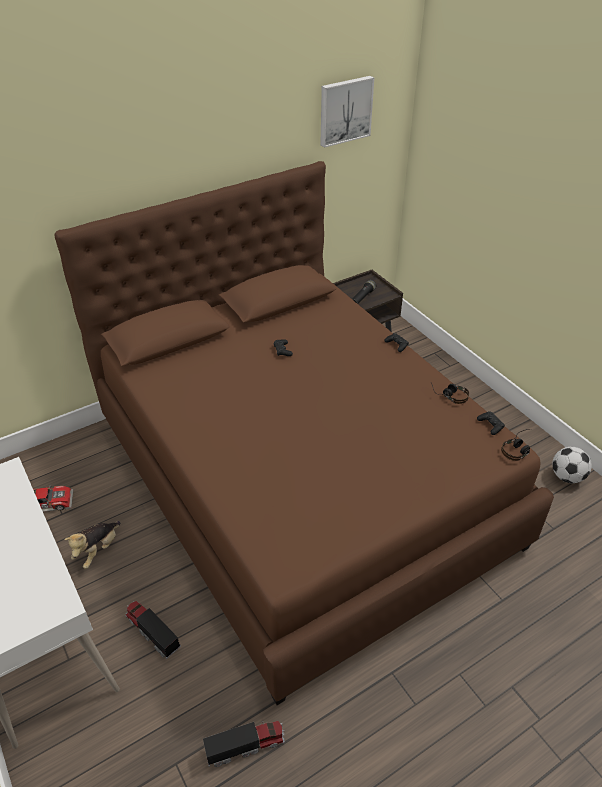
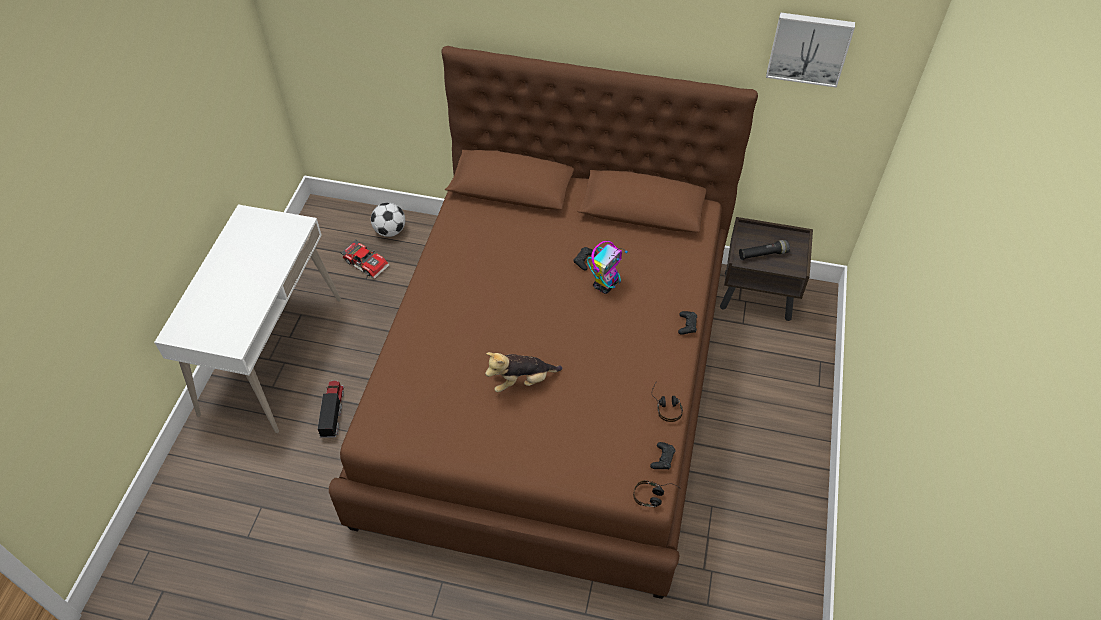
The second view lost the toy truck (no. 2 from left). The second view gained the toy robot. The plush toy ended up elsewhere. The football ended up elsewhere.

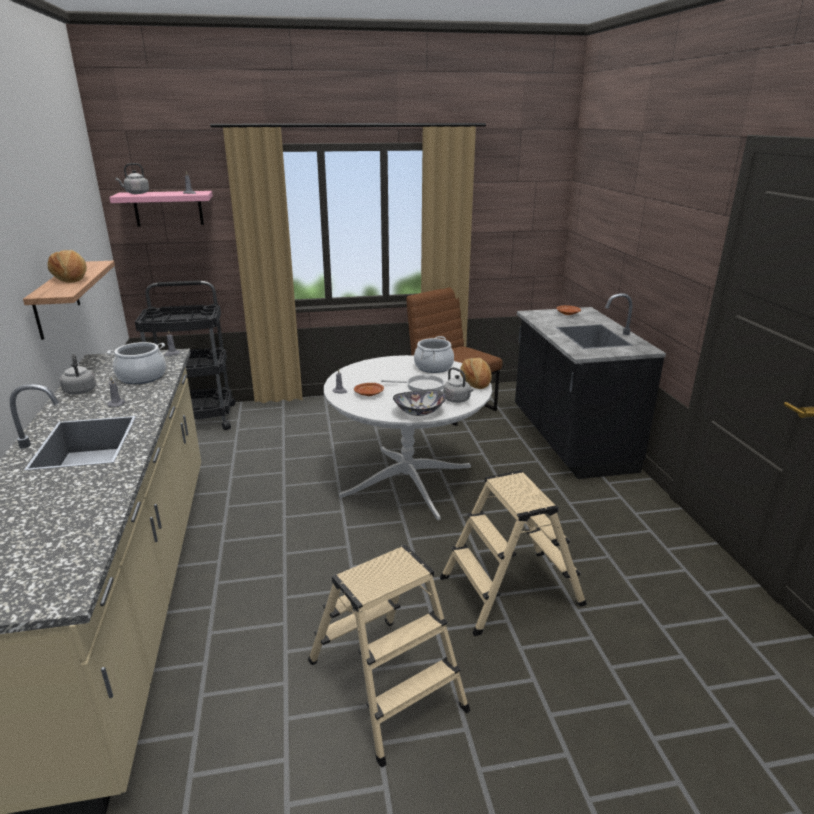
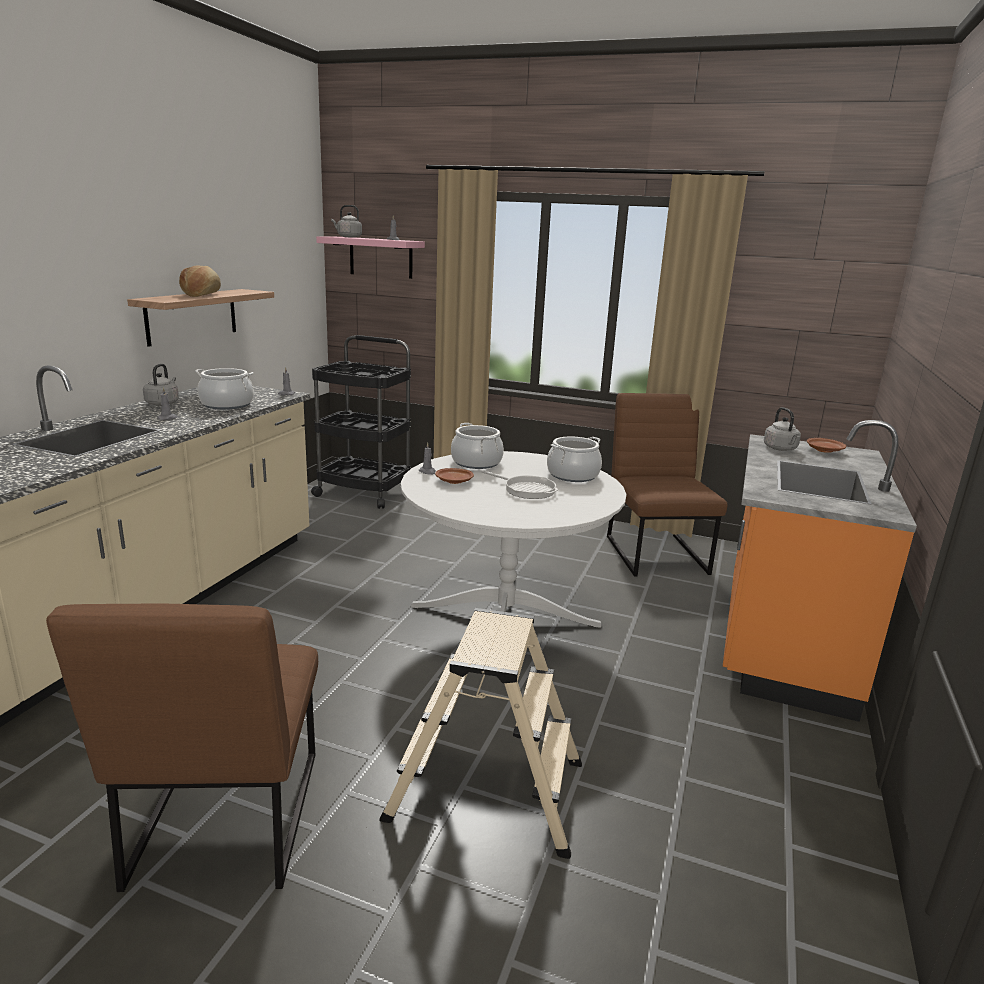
The second view lost the bowl. The second view lost the bread (no. 2 from left). The second view gained the cooking pot (no. 2 from left). The grey kettle (no. 3 from left) ended up elsewhere. Where the beige step ladder (no. 1 from left) stood, the brown chair (no. 1 from left) came to stand. What was the black counter turned into the orange counter.

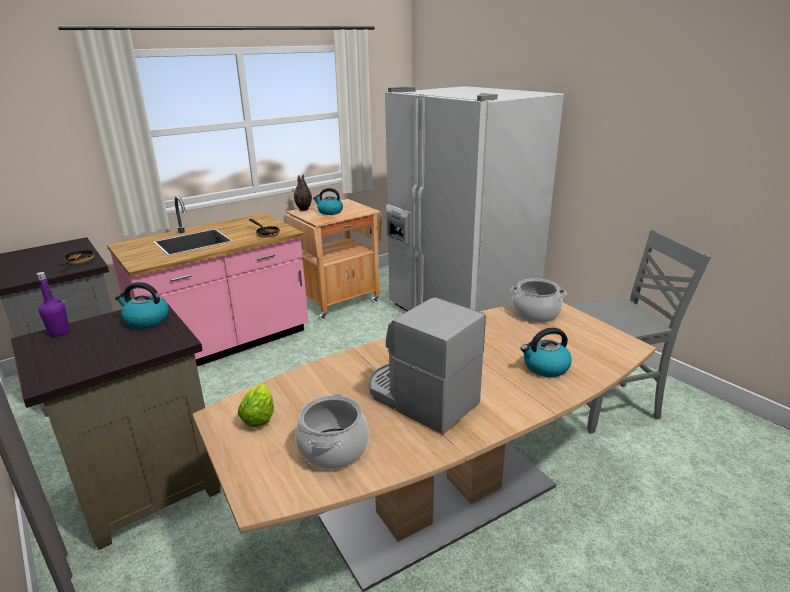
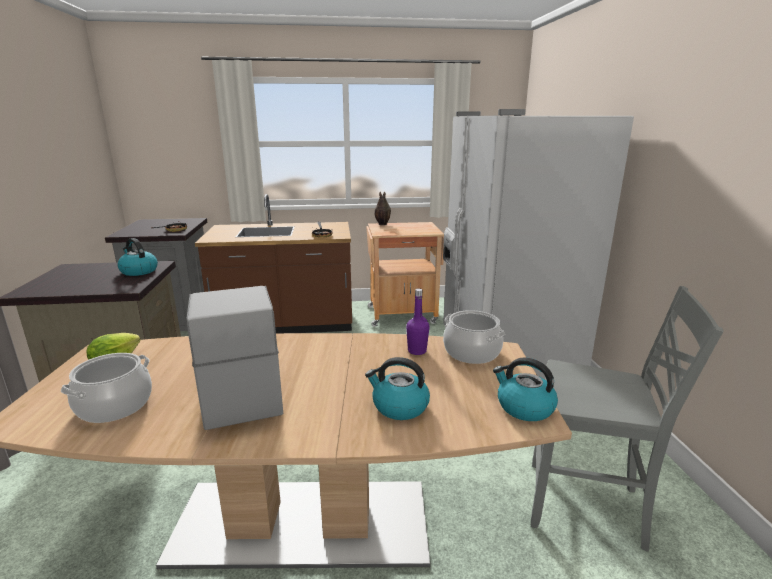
The purple bottle ended up elsewhere. The kettle (no. 2 from left in the first image) ended up elsewhere. What was the pink counter turned into the brown counter.

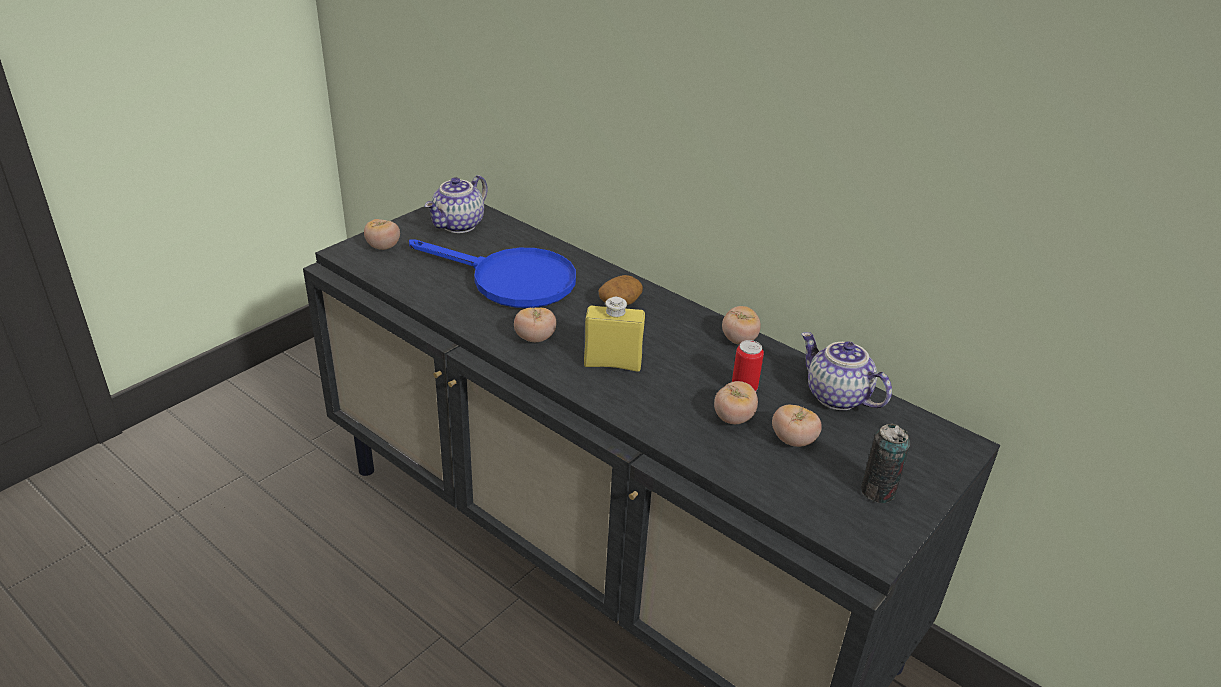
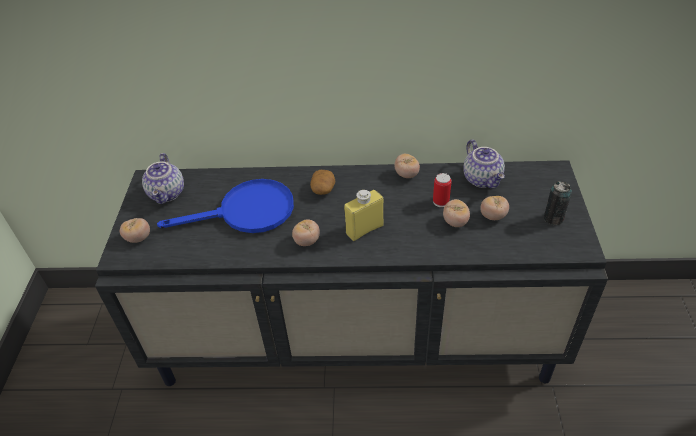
The teapot (no. 2 from left) ended up facing another way, 120 degrees counterclockwise from before.

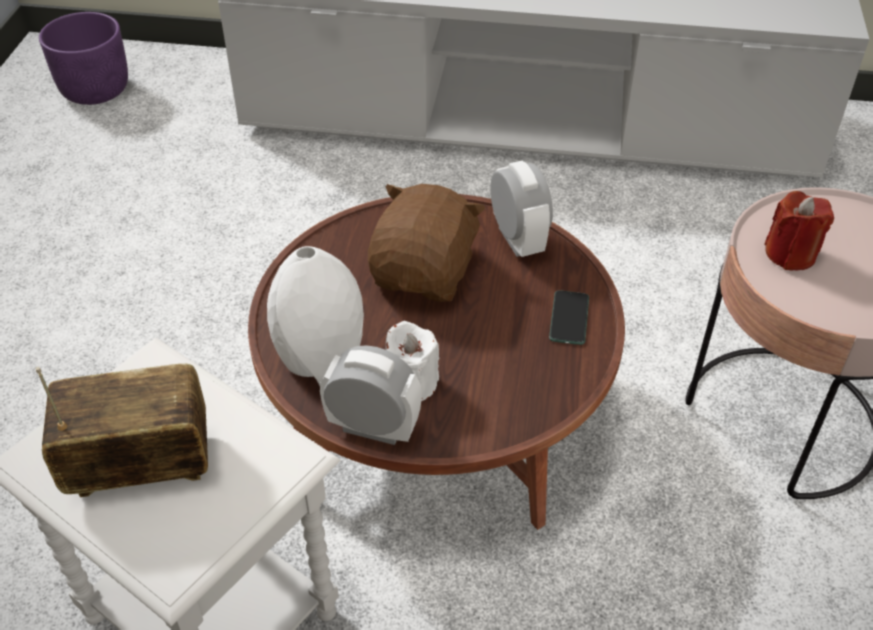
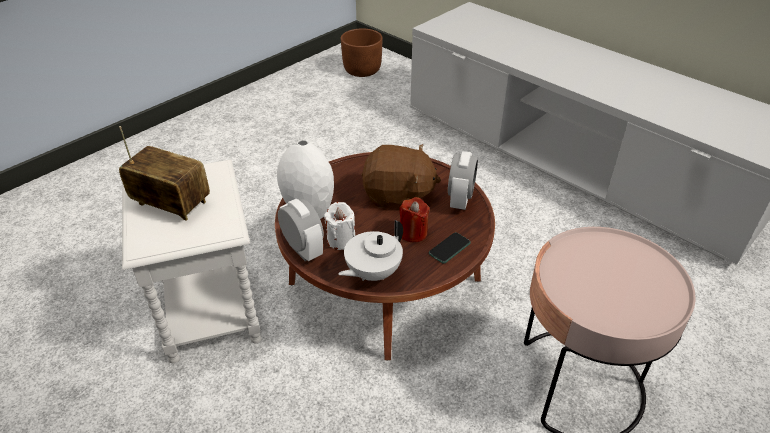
The second view gained the white teapot. The red candle ended up elsewhere. What was the purple planter turned into the brown planter. The brown plush toy ended up facing another way, 45 degrees clockwise from before.

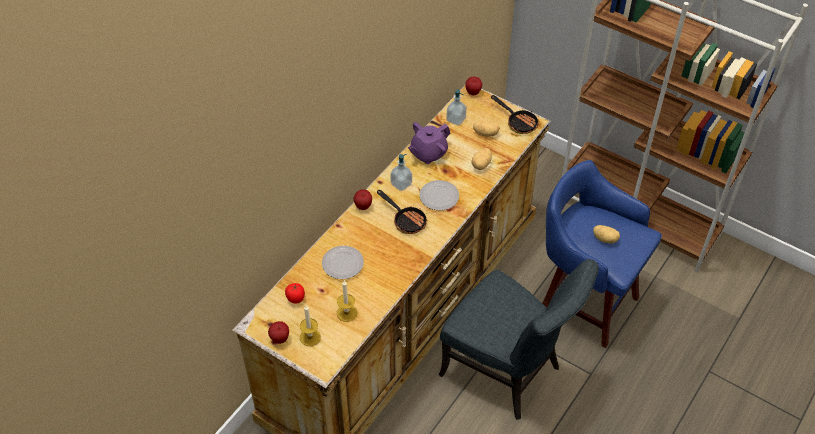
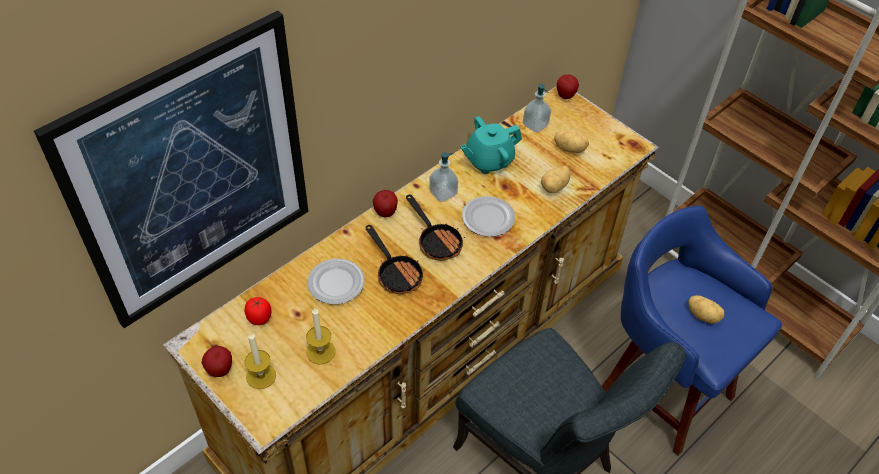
The second view gained the picture. The frying pan (no. 2 from left in the first image) ended up elsewhere. What was the purple teapot turned into the turquoise teapot.

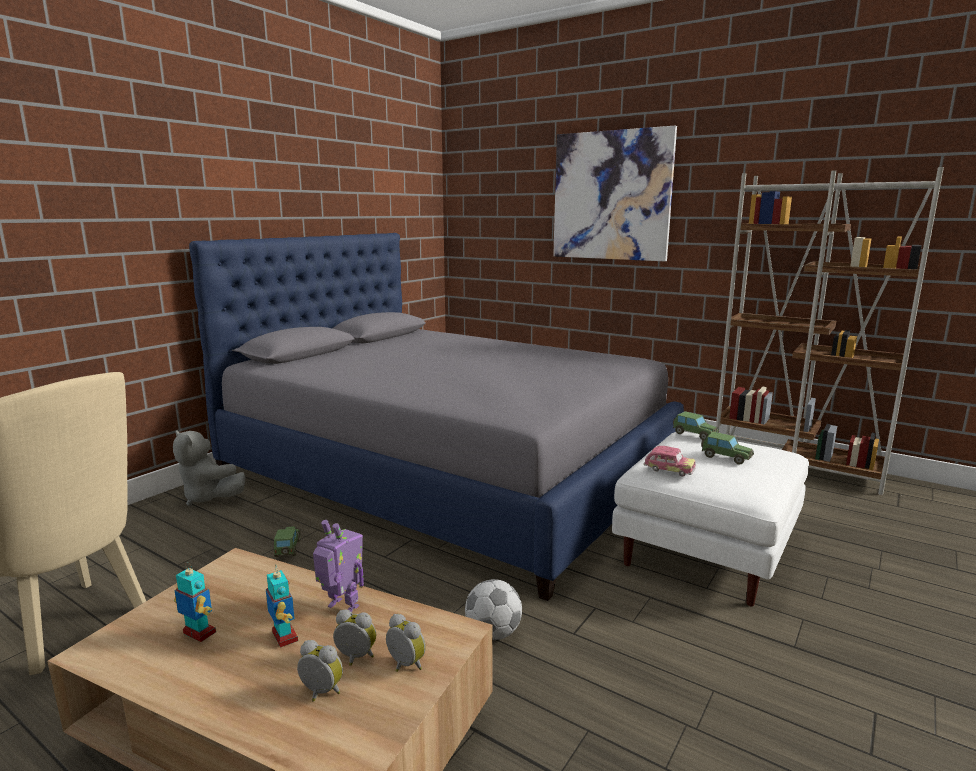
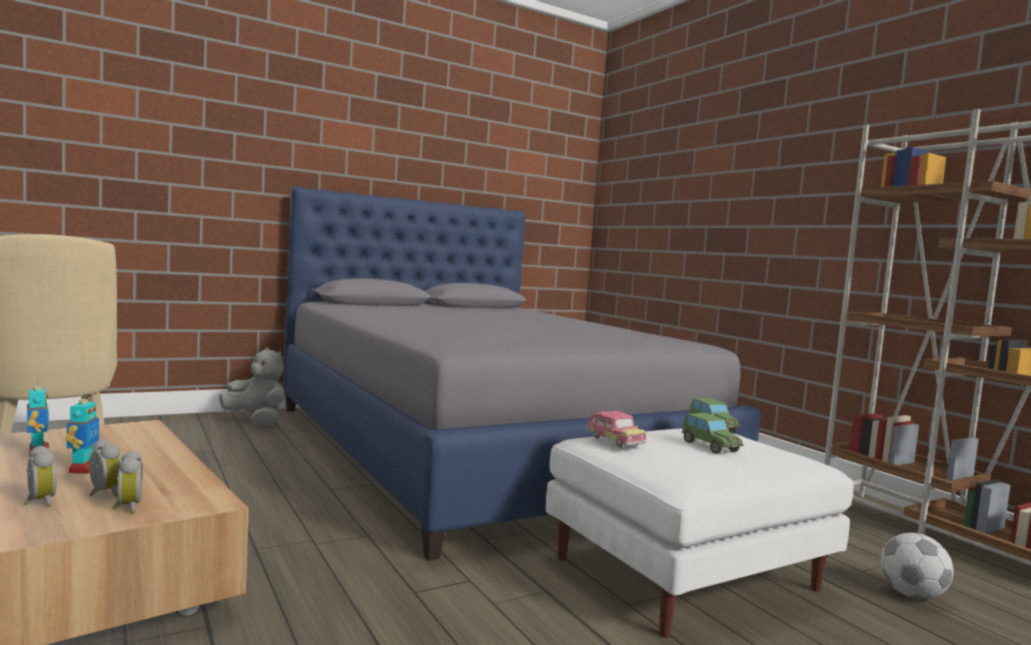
The second view lost the toy car (no. 1 from left). The second view lost the toy robot (no. 3 from left). The second view lost the picture. The football ended up elsewhere. The grey plush toy ended up facing another way, 150 degrees clockwise from before.

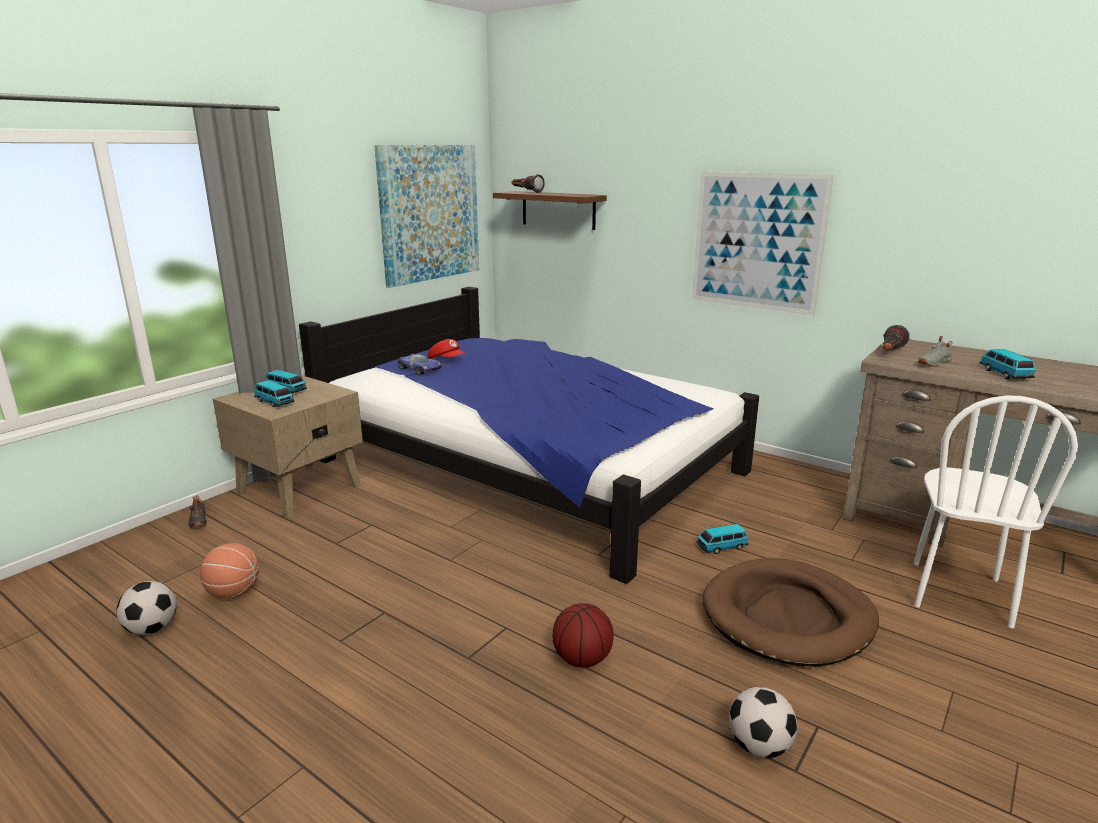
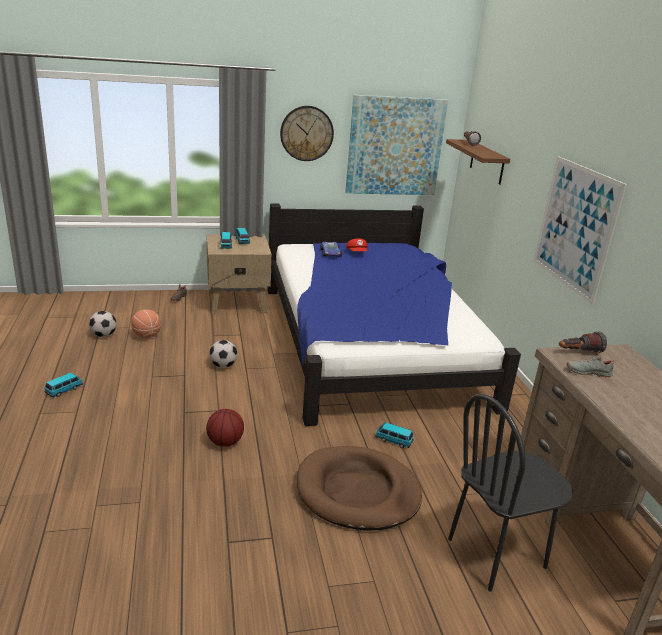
The second view gained the wall clock. The football (no. 2 from left) ended up elsewhere. The toy car (no. 5 from left in the first image) ended up elsewhere. What was the white chair turned into the black chair.

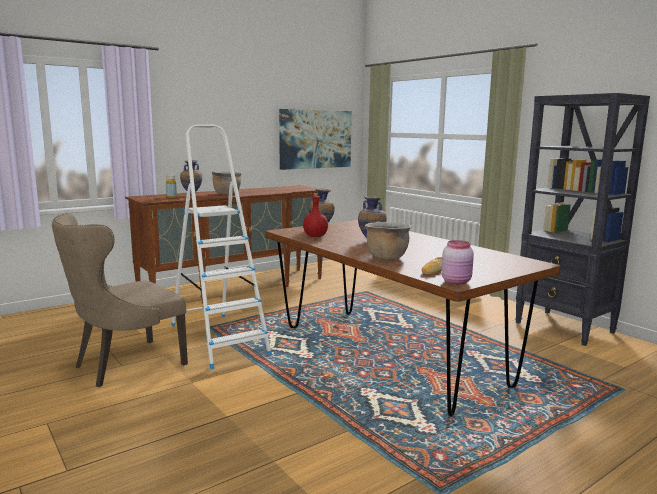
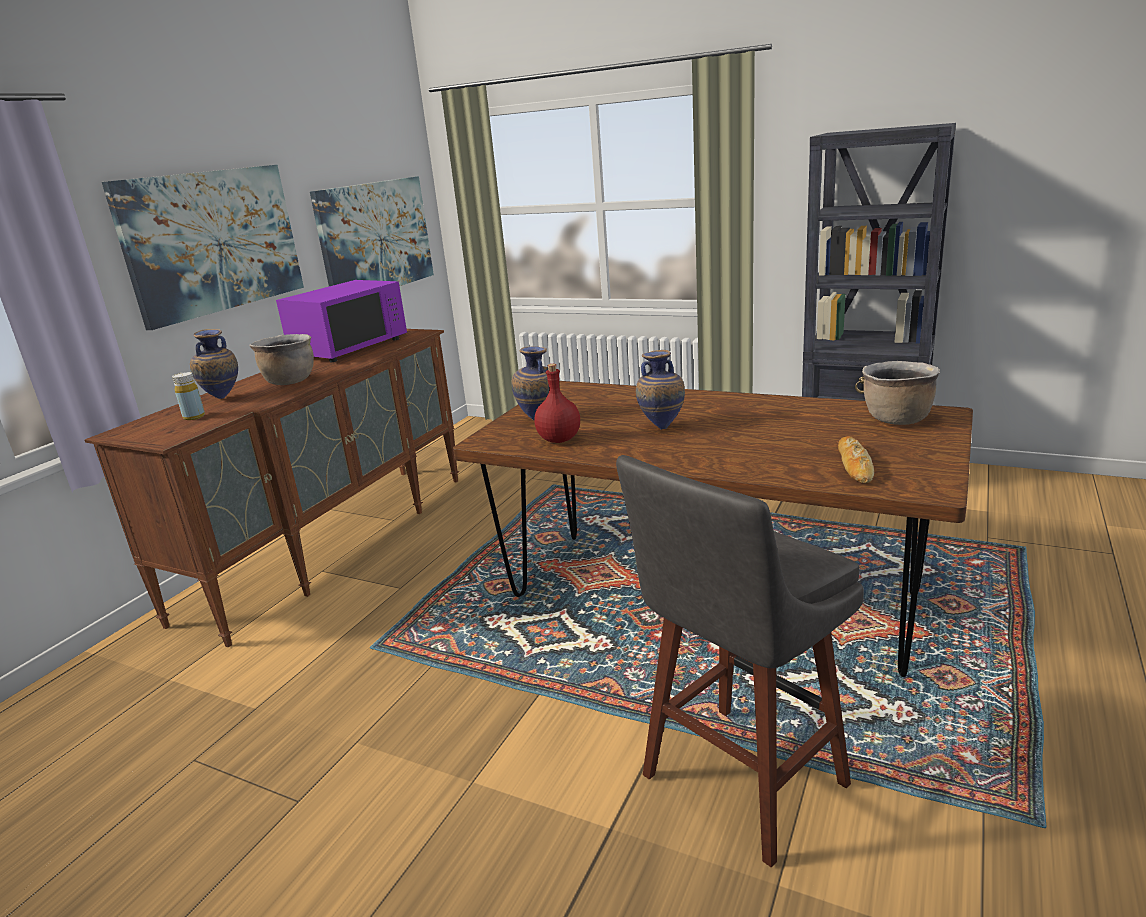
The second view lost the beige chair. The second view lost the white step ladder. The second view lost the pink jar. The second view gained the picture (no. 1 from left). The second view gained the purple microwave. The second view gained the grey stool. The brown cooking pot (no. 2 from left) ended up elsewhere.

